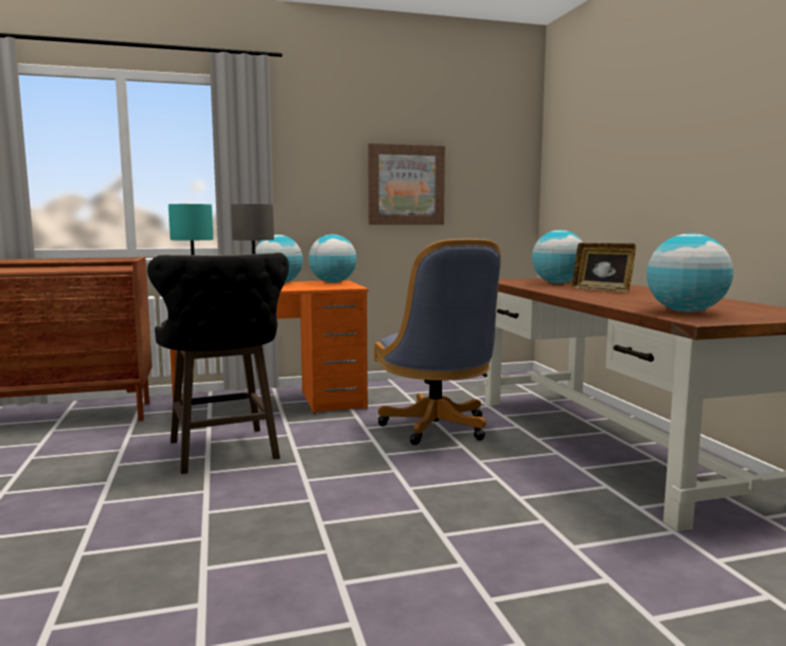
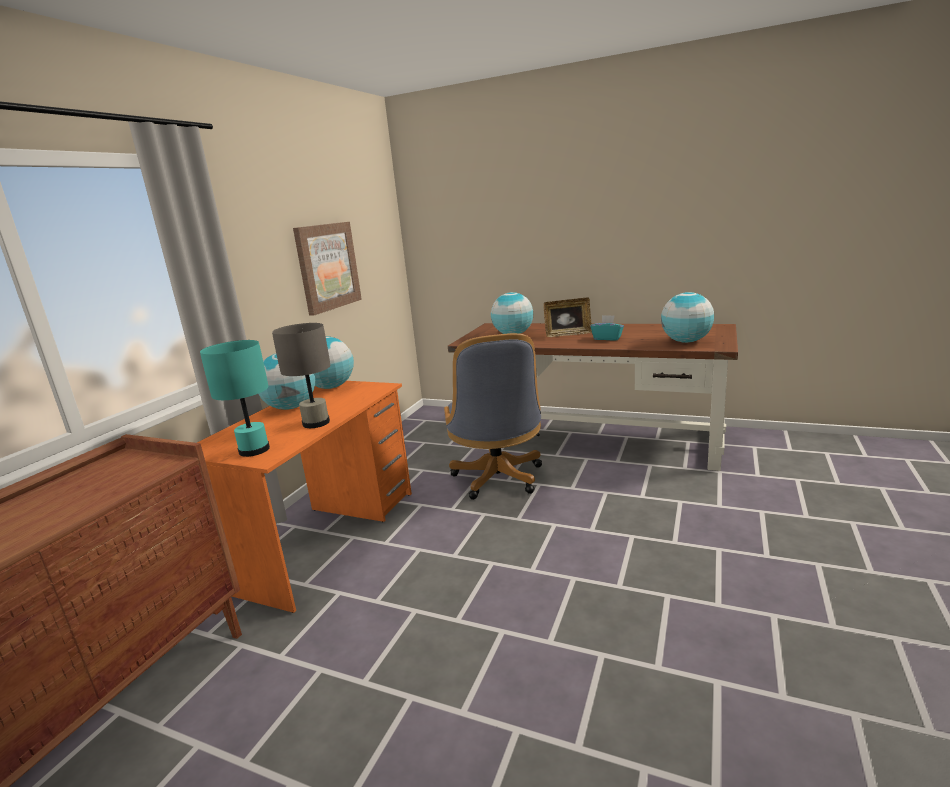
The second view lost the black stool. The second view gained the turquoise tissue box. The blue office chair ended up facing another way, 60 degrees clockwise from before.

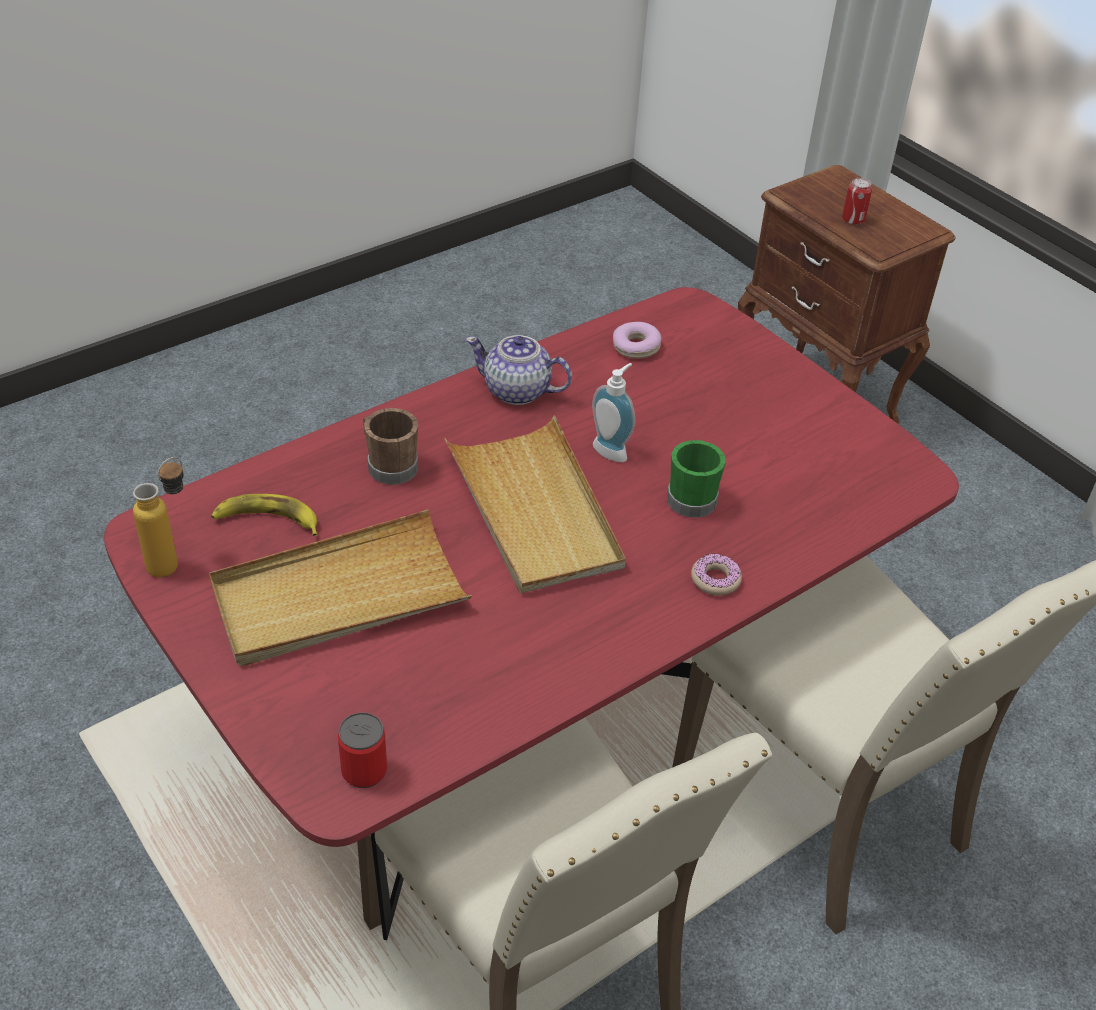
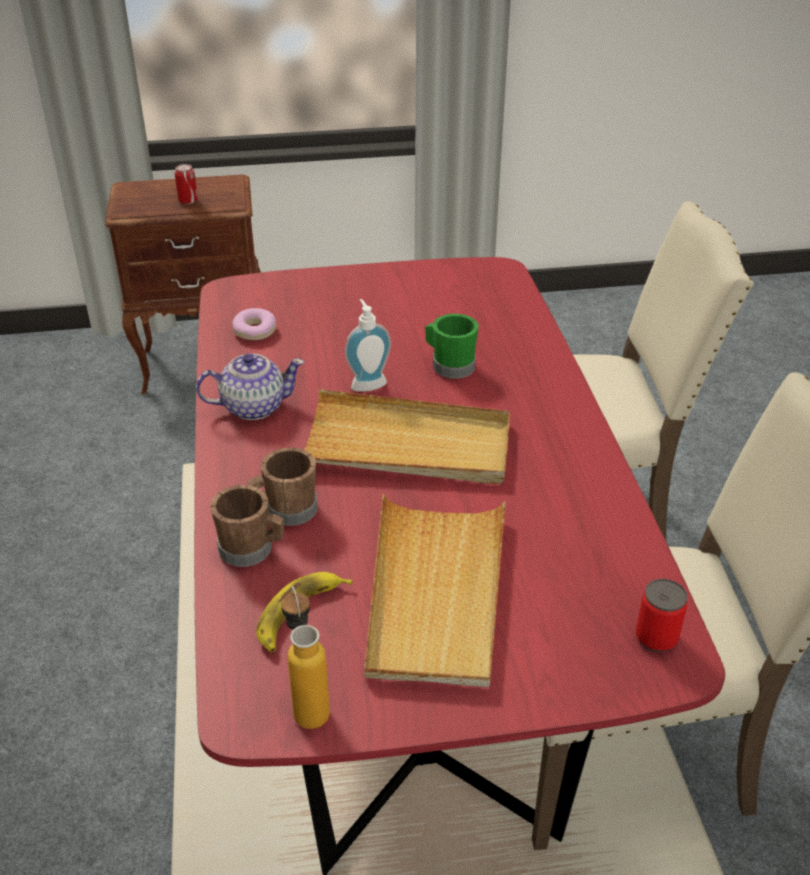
The second view lost the donut (no. 2 from left). The second view gained the brown mug (no. 1 from left). The teapot ended up facing another way, 150 degrees counterclockwise from before.

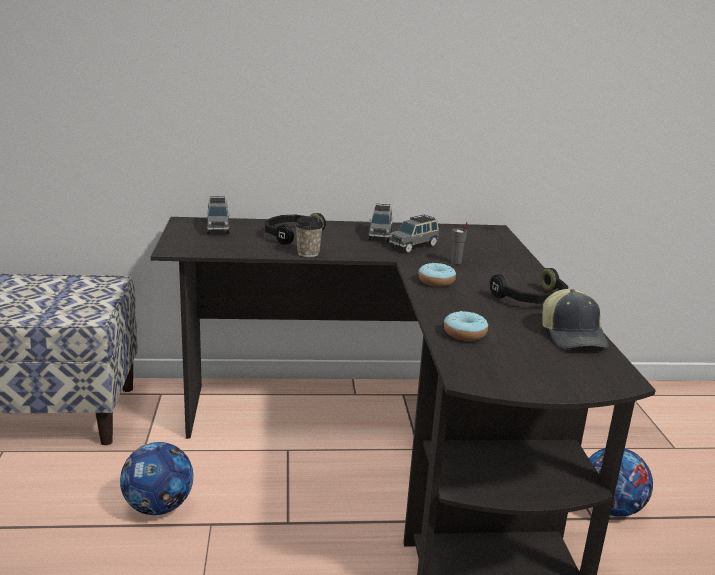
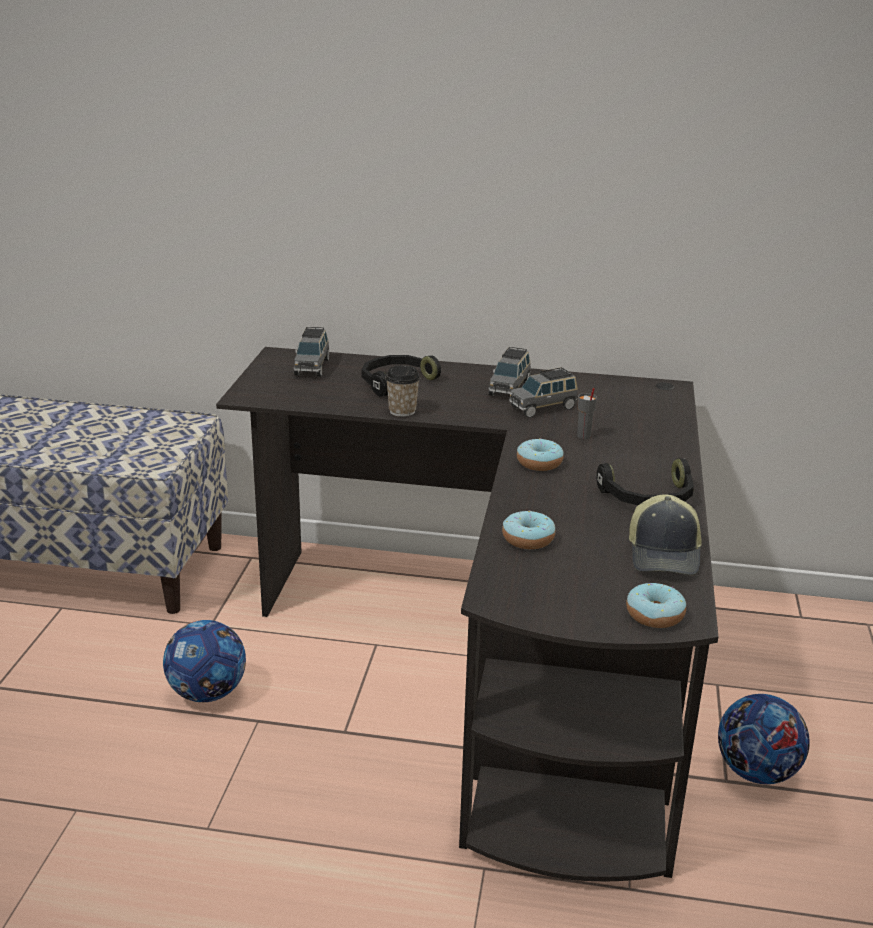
The second view gained the donut (no. 3 from left).

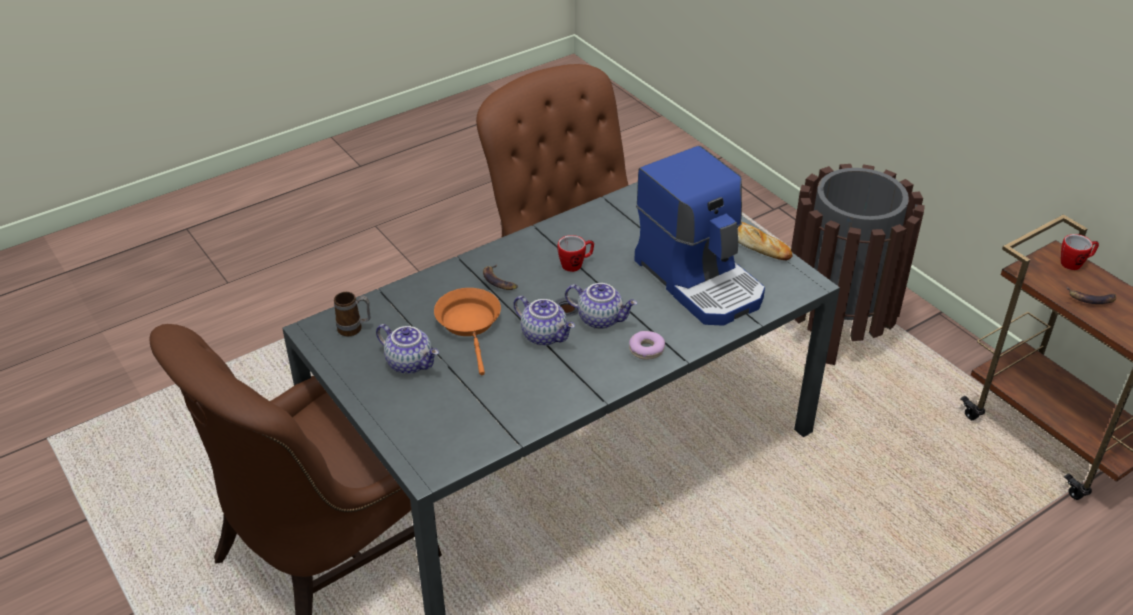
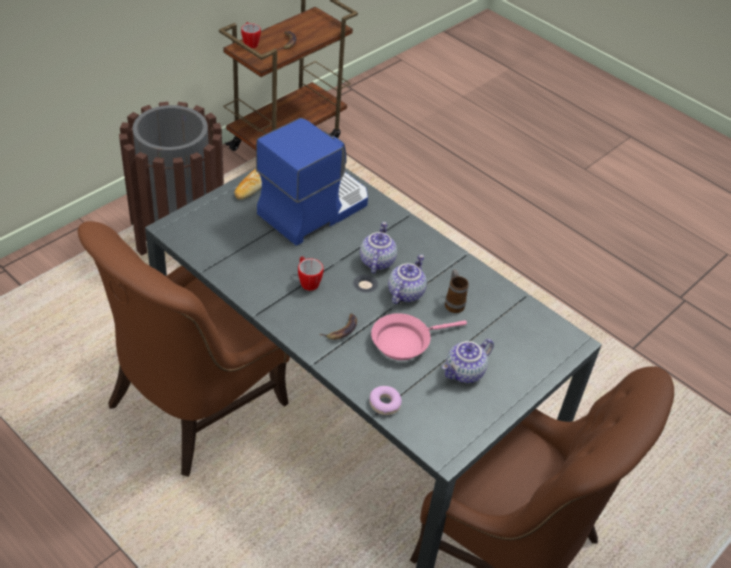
The mug (no. 1 from left in the first image) ended up elsewhere. The donut ended up elsewhere. What was the orange frying pan turned into the pink frying pan. The teapot (no. 1 from left in the first image) ended up facing another way, 150 degrees counterclockwise from before.

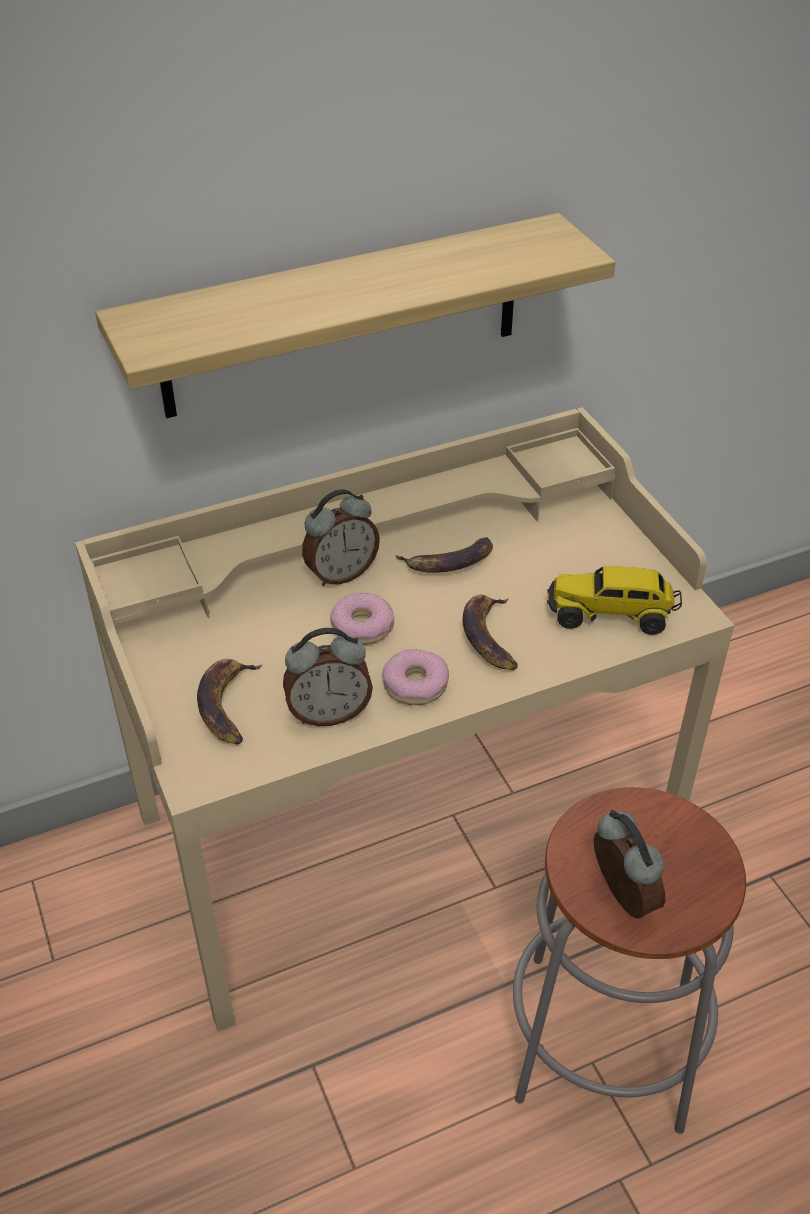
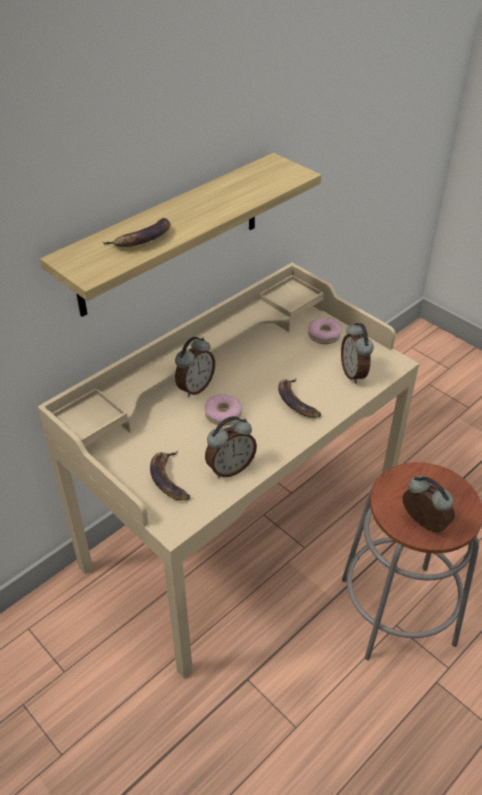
The donut (no. 2 from left) ended up elsewhere. The banana (no. 2 from left in the first image) ended up elsewhere. Where the toy truck stood, the alarm clock (no. 3 from left) came to stand.

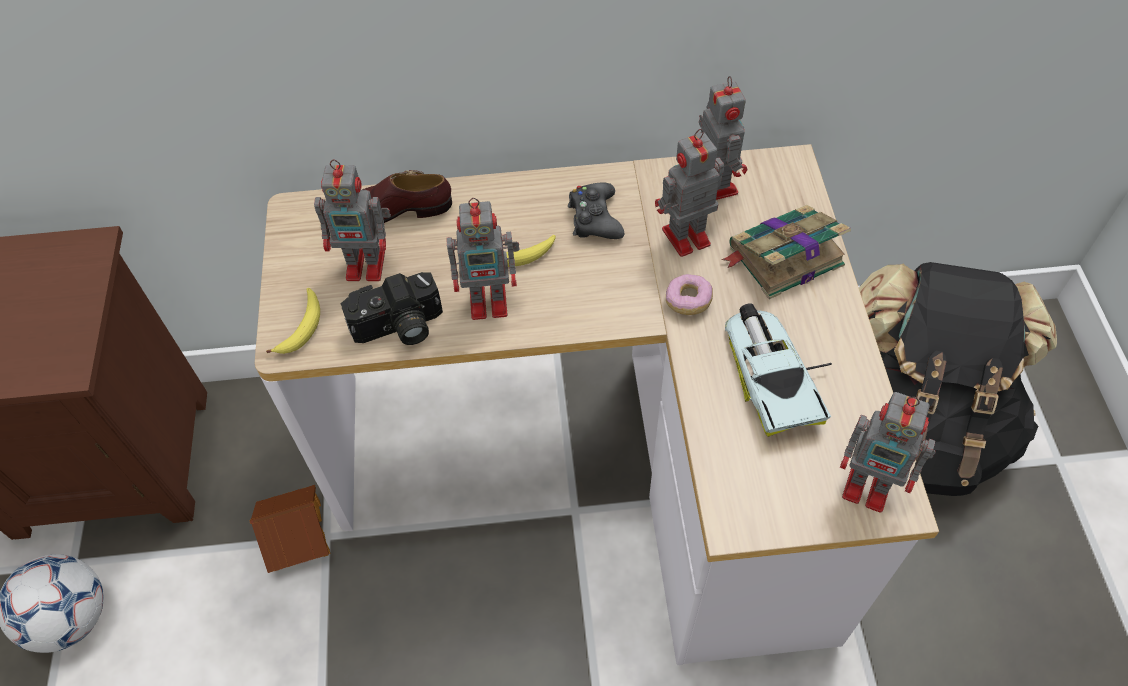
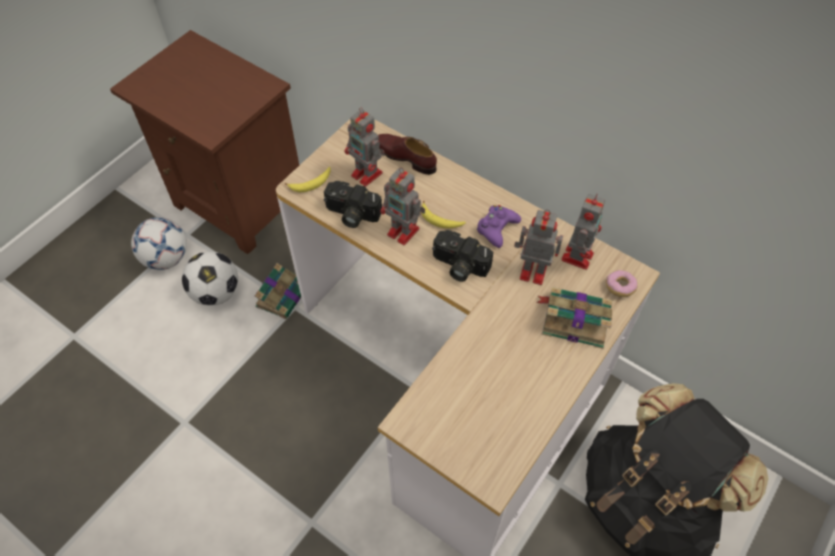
The second view lost the toy car. The second view lost the toy robot (no. 5 from left). The second view gained the football (no. 2 from left). The second view gained the photo camera (no. 2 from left). The donut ended up elsewhere. Where the toy house stood, the book (no. 1 from left) came to stand. What was the black game controller turned into the purple game controller.

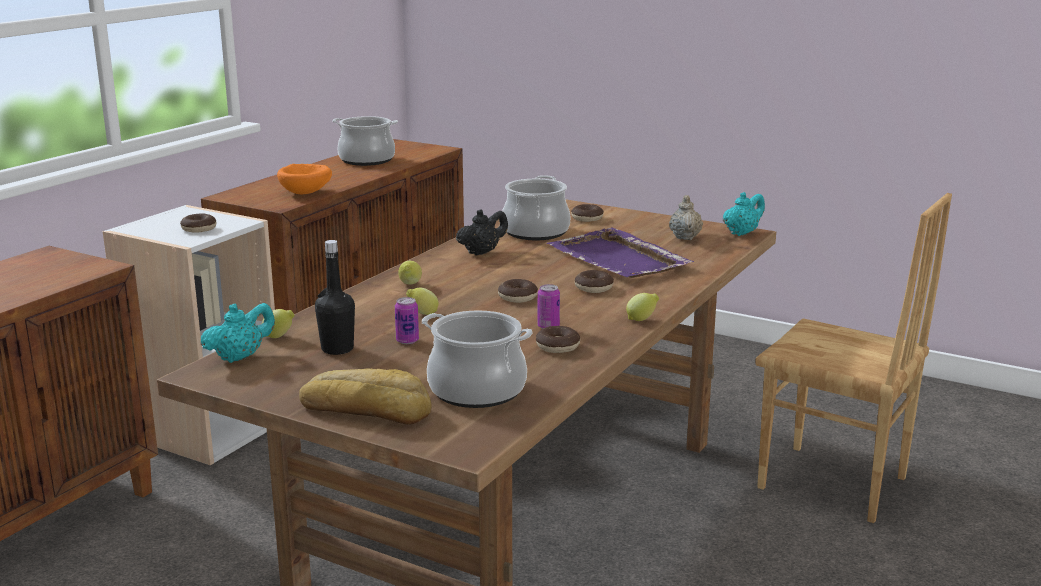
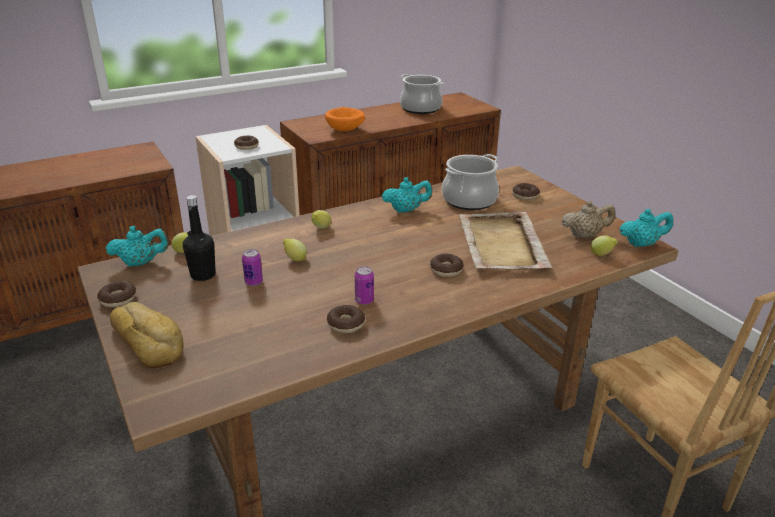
The second view lost the cooking pot (no. 2 from left). The donut (no. 2 from left in the first image) ended up elsewhere. The lemon (no. 4 from left) ended up elsewhere. What was the black teapot turned into the turquoise teapot (no. 2 from left). What was the purple tray turned into the beige tray. The beige teapot ended up facing another way, 45 degrees clockwise from before.

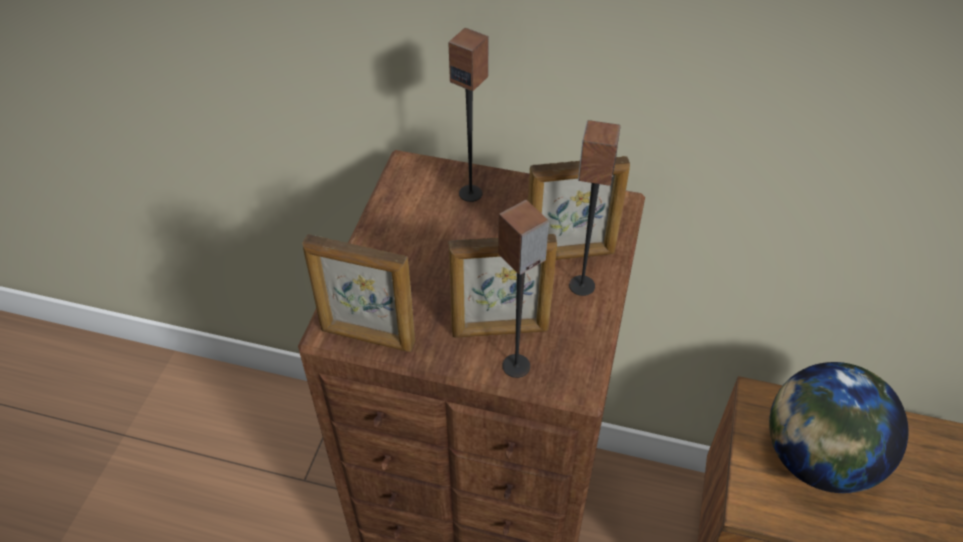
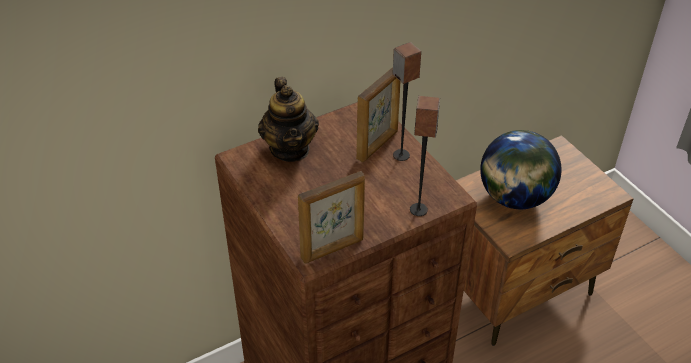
The second view lost the picture frame (no. 2 from left). Where the speaker (no. 1 from left) stood, the teapot came to stand.

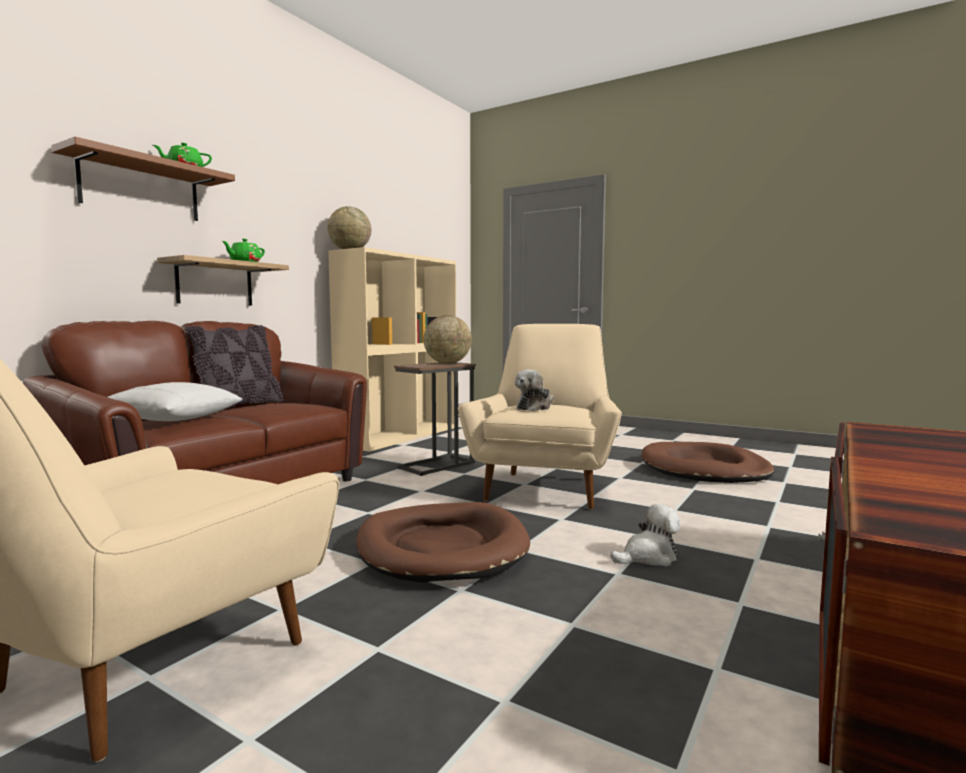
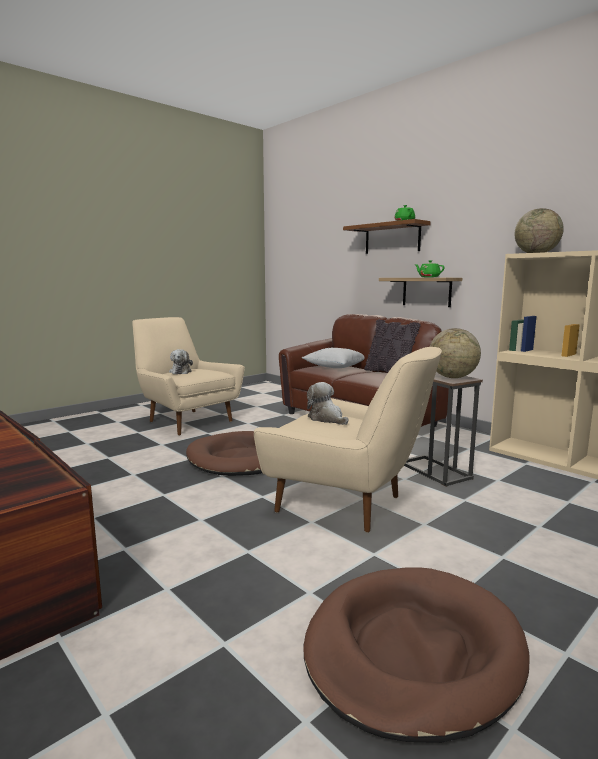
The plush toy (no. 2 from left in the first image) ended up elsewhere.

